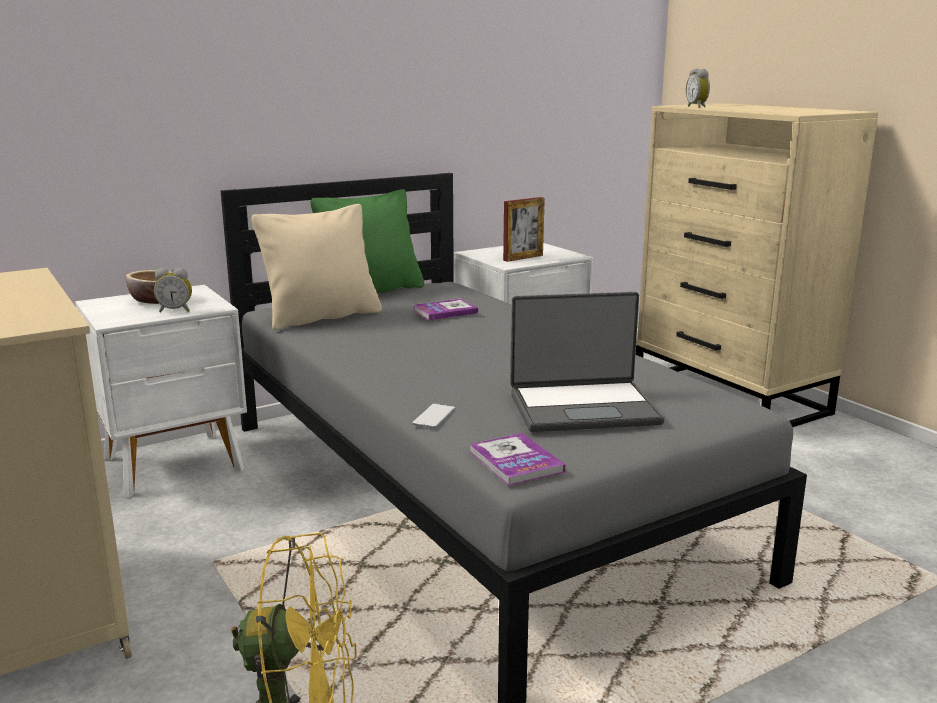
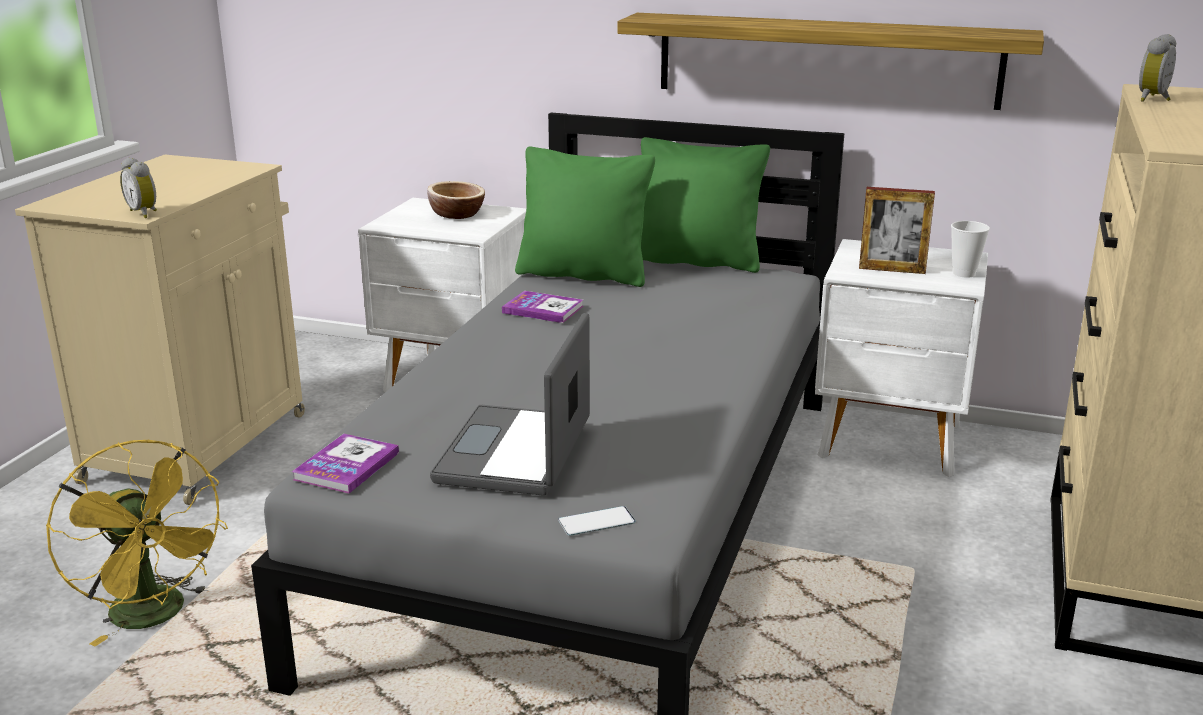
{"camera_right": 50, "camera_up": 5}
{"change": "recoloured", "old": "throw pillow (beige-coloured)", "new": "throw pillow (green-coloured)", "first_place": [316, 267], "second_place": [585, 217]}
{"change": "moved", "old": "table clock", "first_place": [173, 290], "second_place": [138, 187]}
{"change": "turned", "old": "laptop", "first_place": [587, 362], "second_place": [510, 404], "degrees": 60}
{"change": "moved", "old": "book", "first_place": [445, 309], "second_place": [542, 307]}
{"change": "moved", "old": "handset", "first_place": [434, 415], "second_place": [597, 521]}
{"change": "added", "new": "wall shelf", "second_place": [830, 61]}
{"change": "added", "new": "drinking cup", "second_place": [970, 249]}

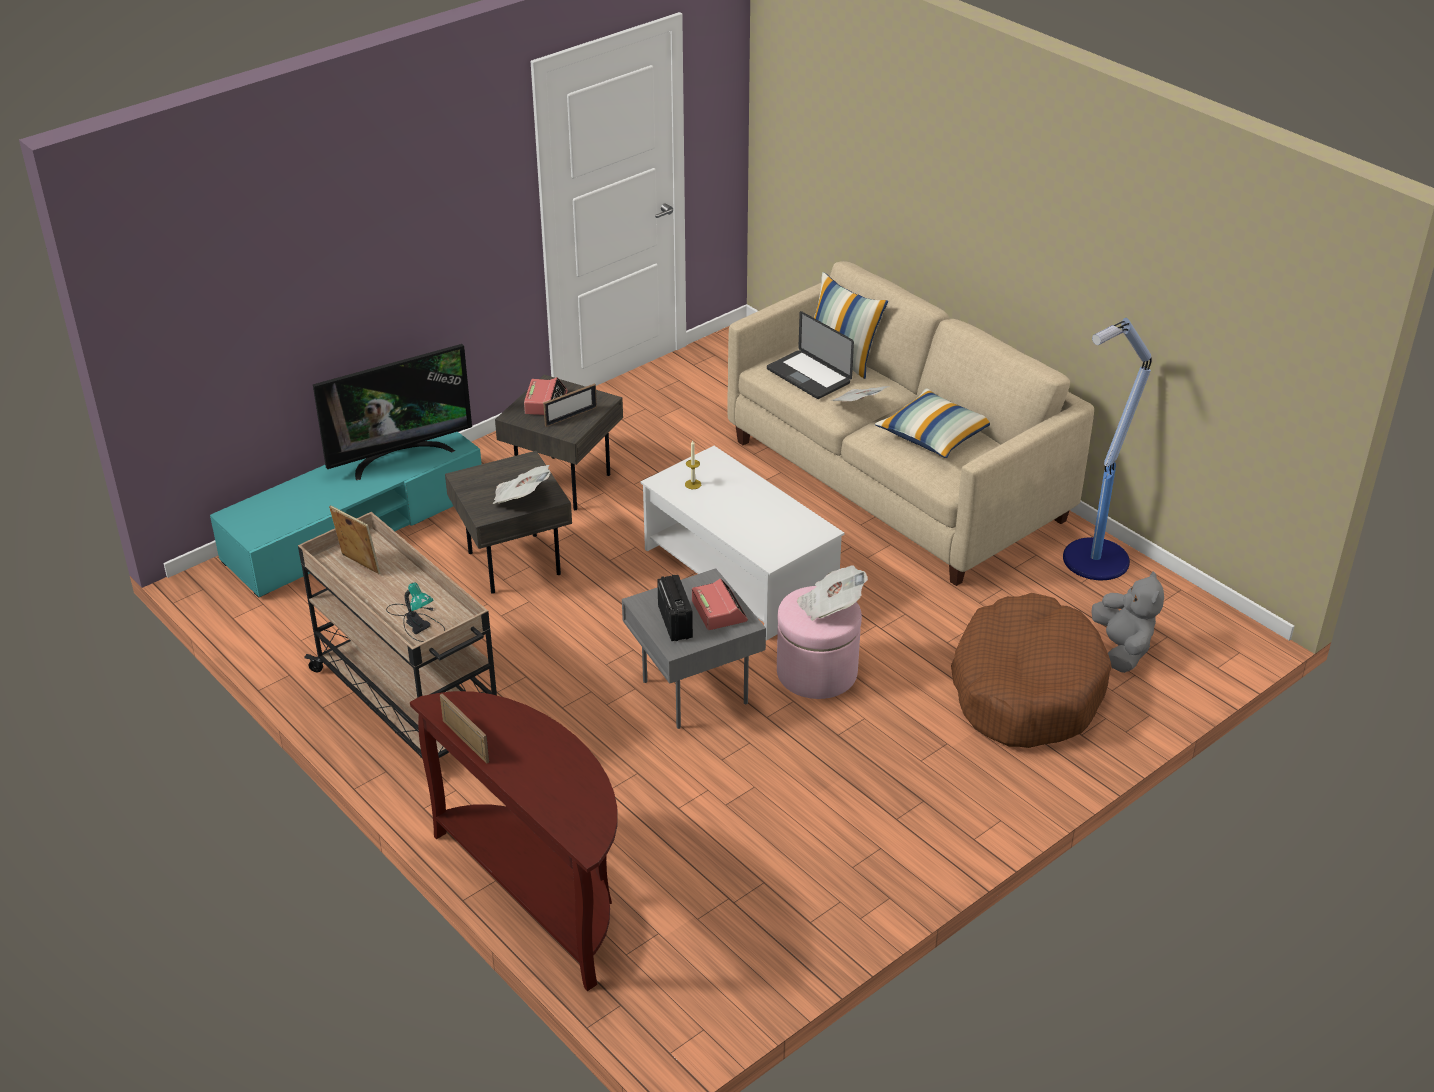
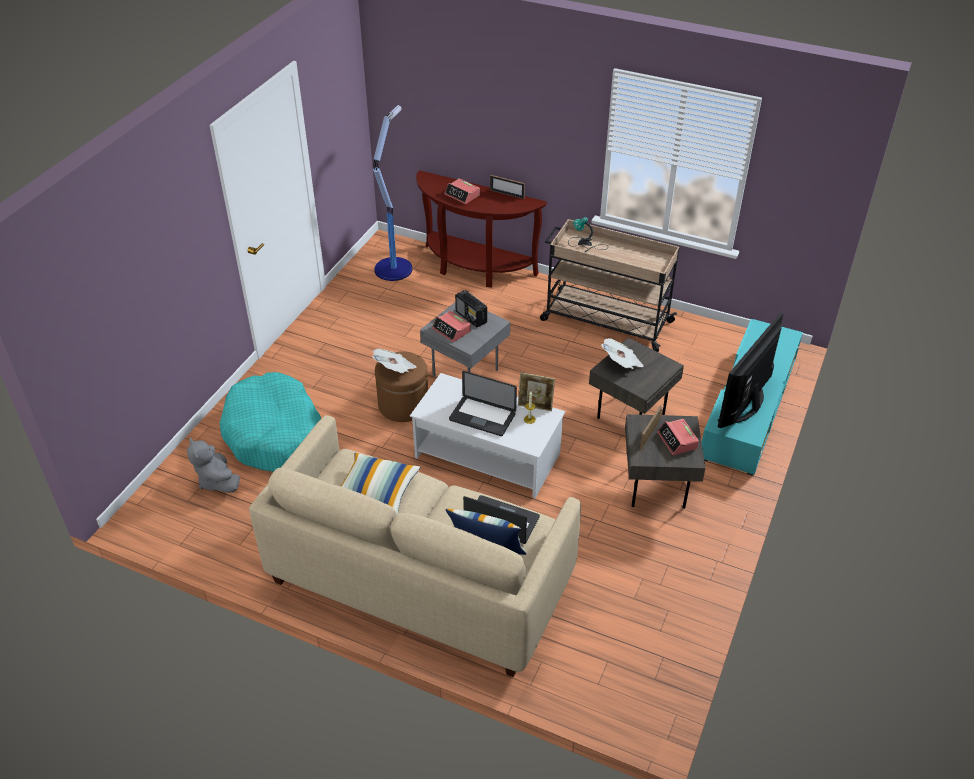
{"camera_right": 155, "camera_up": 5}
{"change": "moved", "old": "standing lamp", "first_place": [1107, 449], "second_place": [393, 193]}
{"change": "removed", "old": "printed paper", "first_place": [859, 394]}
{"change": "moved", "old": "photo frame", "first_place": [355, 539], "second_place": [536, 391]}
{"change": "recoloured", "old": "pouffe (pink)", "new": "pouffe (brown-coloured)", "first_place": [819, 642], "second_place": [401, 386]}
{"change": "recoloured", "old": "pet bed (brown-coloured)", "new": "pet bed (blue-green)", "first_place": [1031, 670], "second_place": [270, 422]}
{"change": "added", "new": "table clock", "second_place": [462, 191]}
{"change": "added", "new": "laptop", "second_place": [483, 403]}

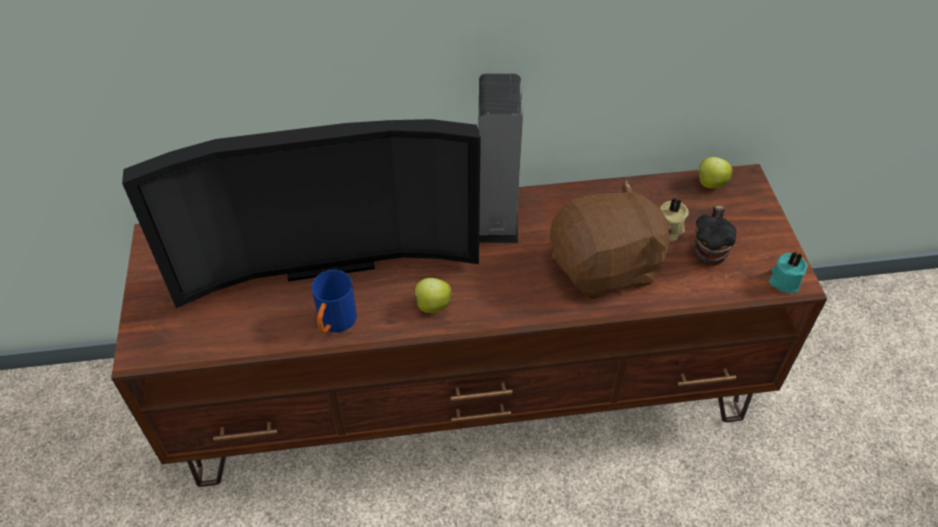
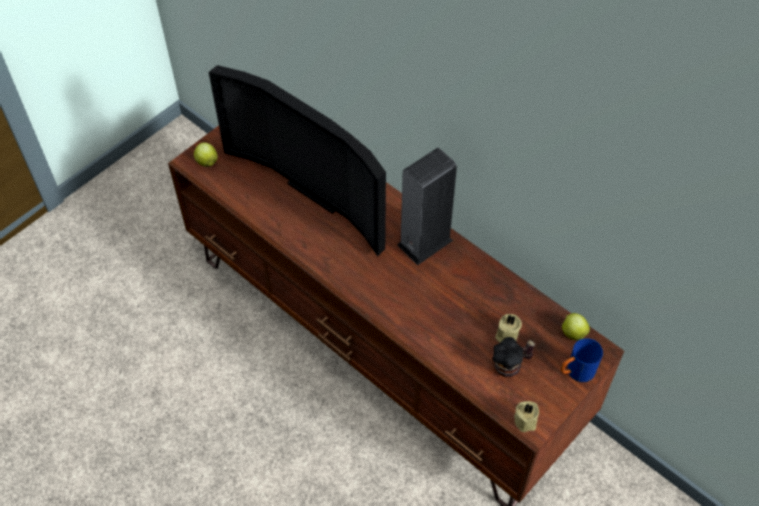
{"camera_right": 50, "camera_up": 5}
{"change": "removed", "old": "plush toy (brown-coloured)", "first_place": [611, 239]}
{"change": "recoloured", "old": "wax light (blue-green)", "new": "wax light (beige-coloured)", "first_place": [788, 272], "second_place": [526, 416]}
{"change": "moved", "old": "mug (blue-coloured)", "first_place": [334, 301], "second_place": [581, 360]}
{"change": "moved", "old": "whole apple", "first_place": [431, 295], "second_place": [206, 154]}

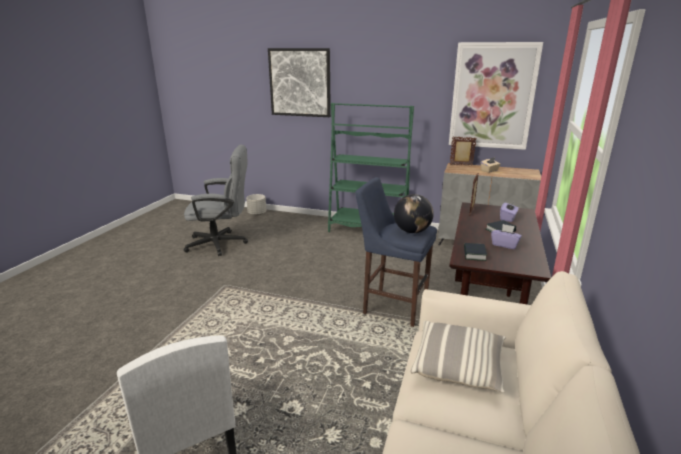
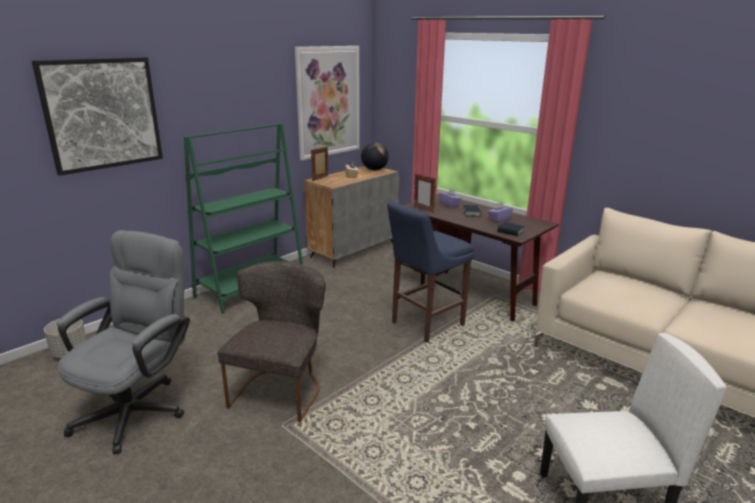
{"camera_right": -65, "camera_up": 0}
{"change": "moved", "old": "globe", "first_place": [414, 213], "second_place": [375, 156]}
{"change": "removed", "old": "throw pillow", "first_place": [458, 357]}
{"change": "added", "new": "chair (grey)", "second_place": [271, 341]}

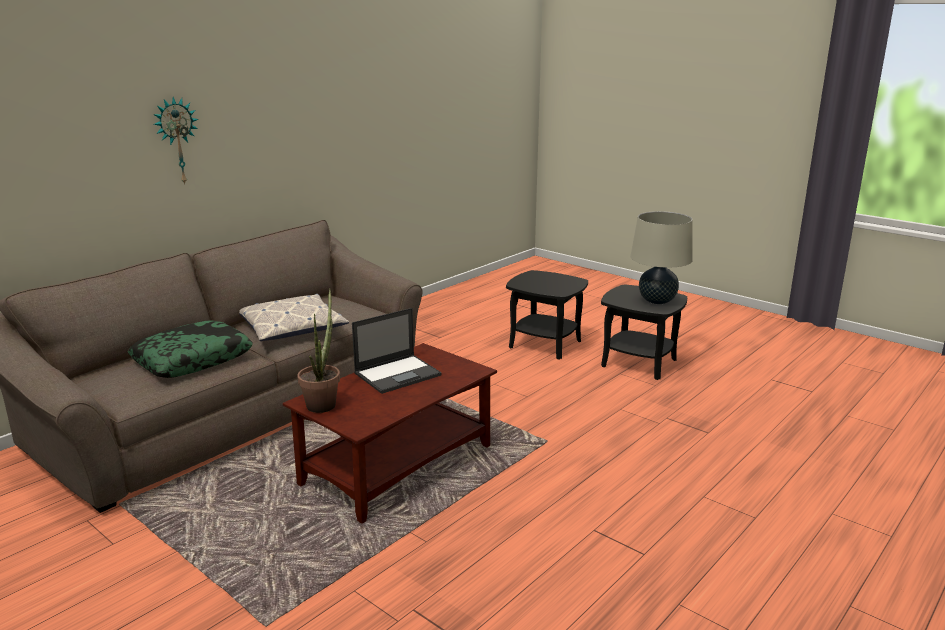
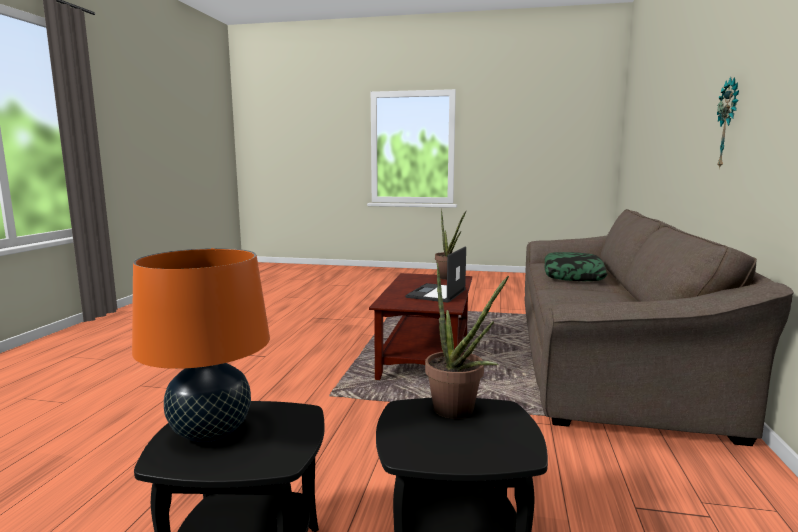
{"camera_right": 150, "camera_up": -10}
{"change": "recoloured", "old": "tabletop lamp (beige-coloured)", "new": "tabletop lamp (orange-coloured)", "first_place": [661, 257], "second_place": [201, 345]}
{"change": "removed", "old": "throw pillow", "first_place": [294, 317]}
{"change": "added", "new": "plant in a pot", "second_place": [467, 341]}

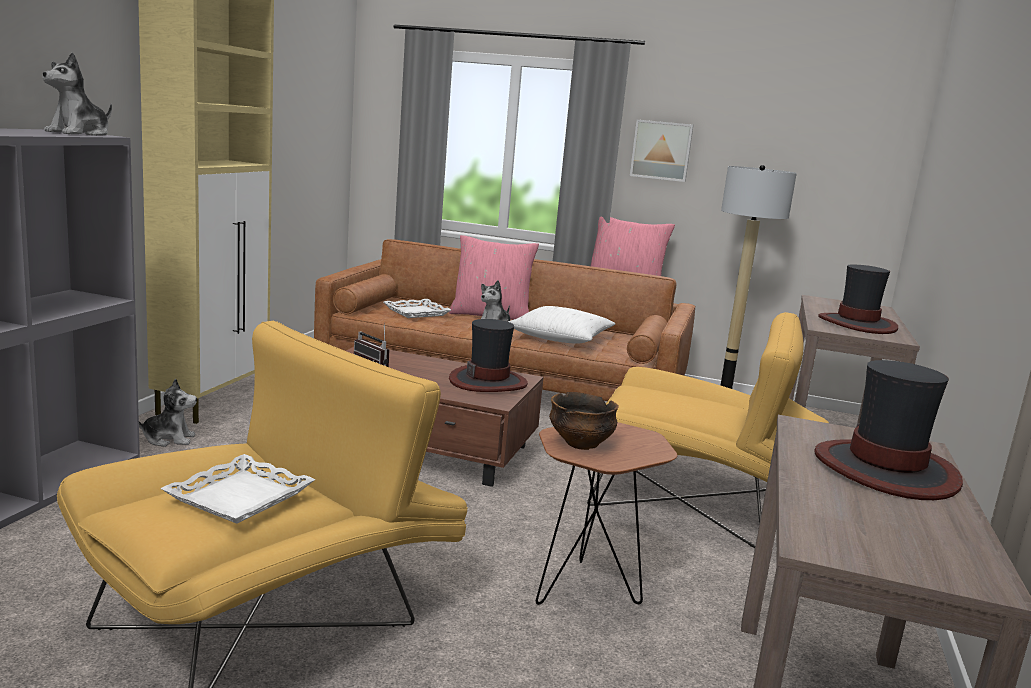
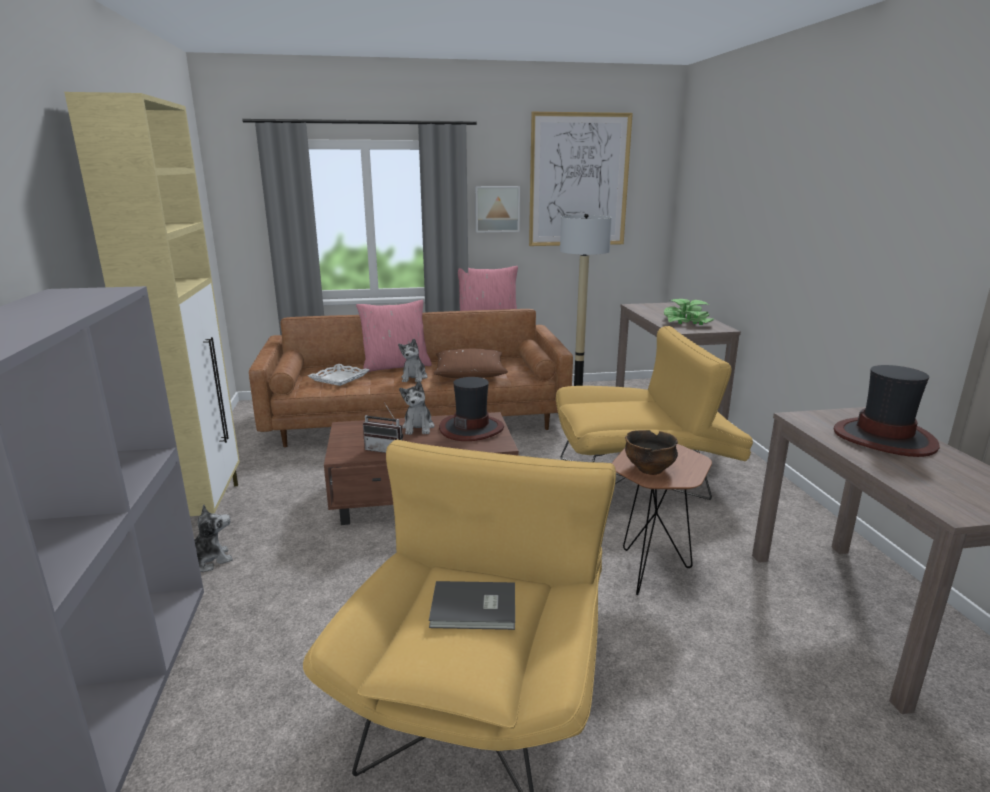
{"camera_right": -25, "camera_up": 5}
{"change": "moved", "old": "plush toy", "first_place": [77, 94], "second_place": [417, 408]}
{"change": "replaced", "old": "hat", "new": "plant in a pot", "first_place": [858, 299], "second_place": [689, 312]}
{"change": "recoloured", "old": "throw pillow (whitish)", "new": "throw pillow (brown-coloured)", "first_place": [561, 325], "second_place": [470, 363]}
{"change": "replaced", "old": "tray (whitish)", "new": "book (grey)", "first_place": [238, 489], "second_place": [472, 605]}
{"change": "added", "new": "picture", "second_place": [581, 179]}

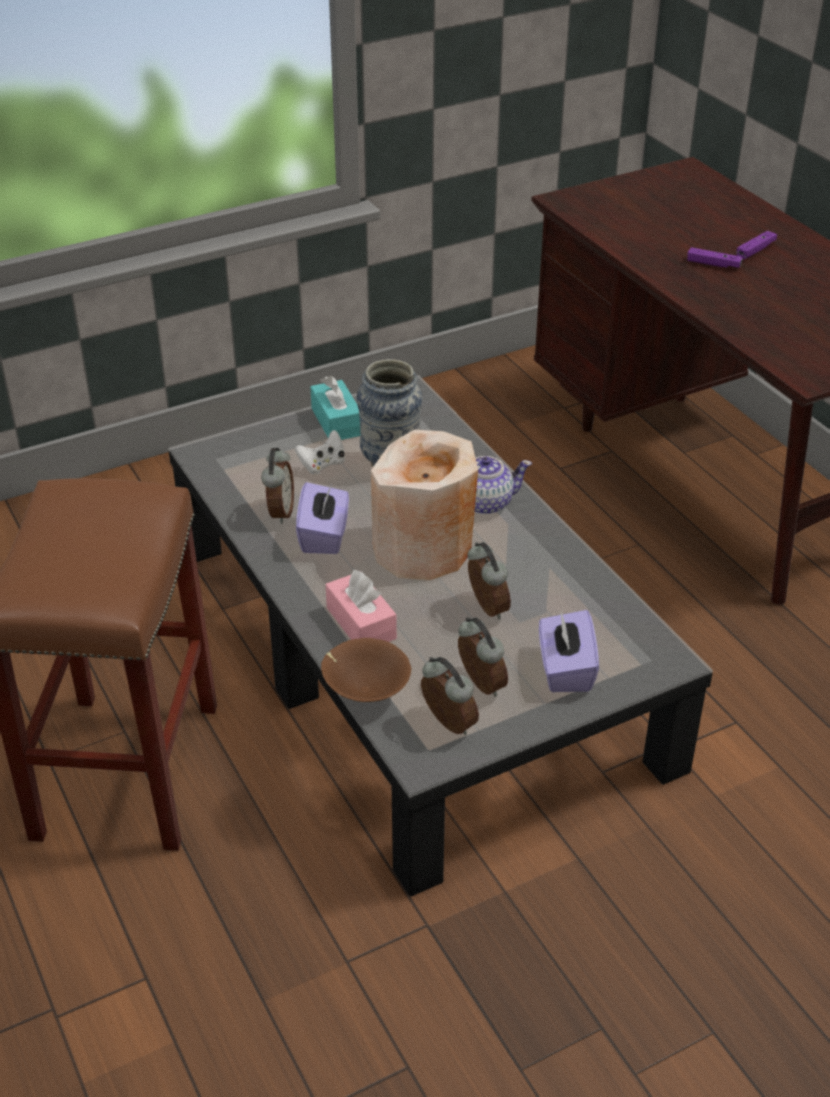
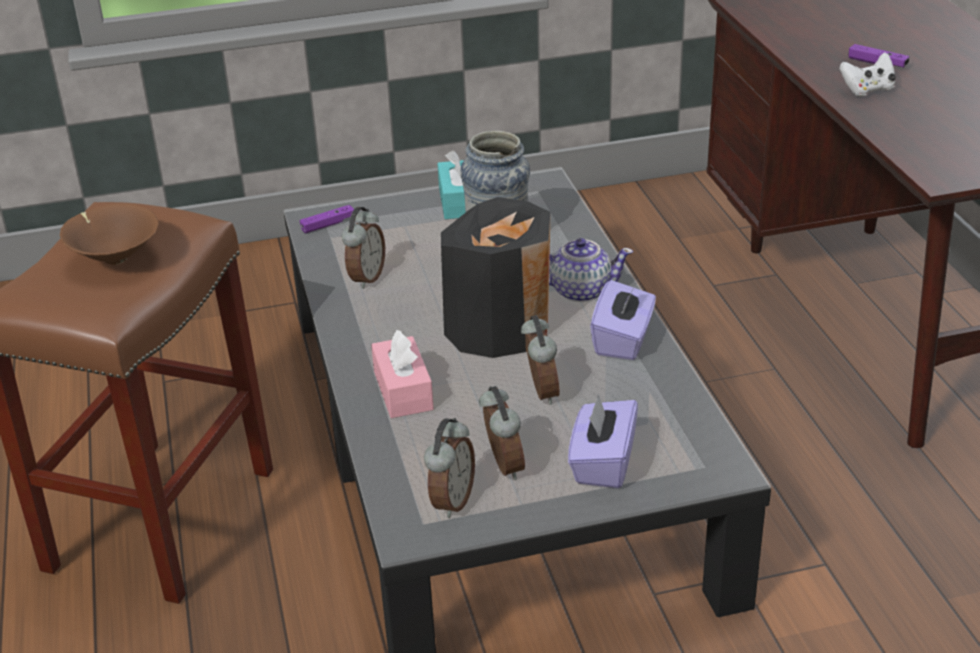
{"camera_right": 15, "camera_up": -5}
{"change": "moved", "old": "gamepad (purplish)", "first_place": [756, 245], "second_place": [327, 219]}
{"change": "moved", "old": "gamepad (whitish)", "first_place": [320, 452], "second_place": [867, 74]}
{"change": "recoloured", "old": "flower vase (beige-coloured)", "new": "flower vase (black-coloured)", "first_place": [424, 505], "second_place": [496, 277]}
{"change": "moved", "old": "tissue box (purplish)", "first_place": [322, 517], "second_place": [623, 320]}
{"change": "moved", "old": "serving bowl (brown-coloured)", "first_place": [366, 670], "second_place": [109, 234]}
{"change": "turned", "old": "table clock", "first_place": [450, 696], "second_place": [449, 468], "degrees": 45}

